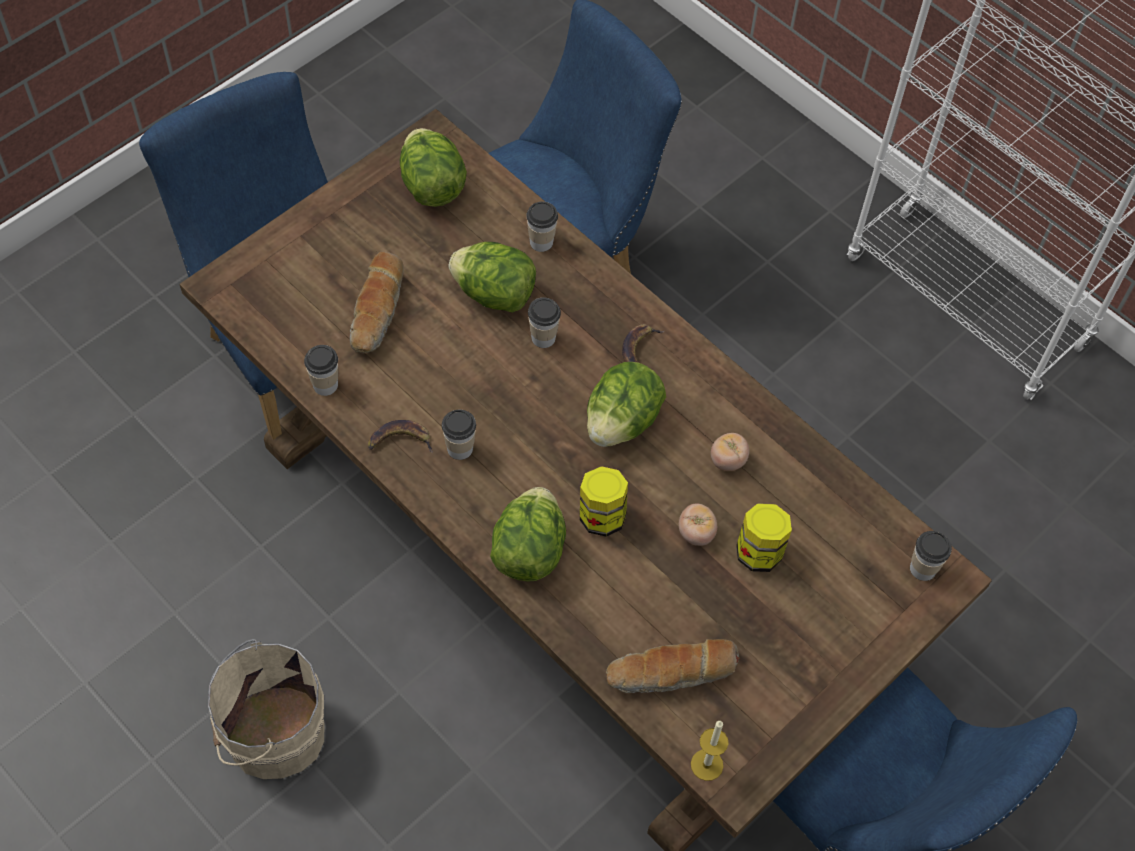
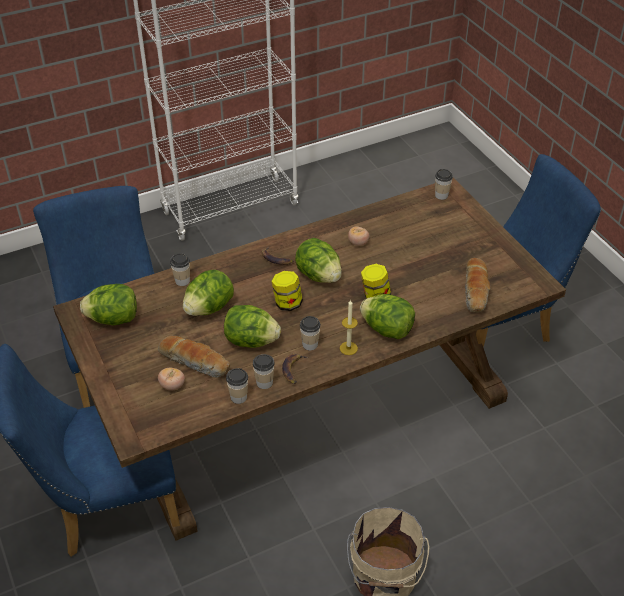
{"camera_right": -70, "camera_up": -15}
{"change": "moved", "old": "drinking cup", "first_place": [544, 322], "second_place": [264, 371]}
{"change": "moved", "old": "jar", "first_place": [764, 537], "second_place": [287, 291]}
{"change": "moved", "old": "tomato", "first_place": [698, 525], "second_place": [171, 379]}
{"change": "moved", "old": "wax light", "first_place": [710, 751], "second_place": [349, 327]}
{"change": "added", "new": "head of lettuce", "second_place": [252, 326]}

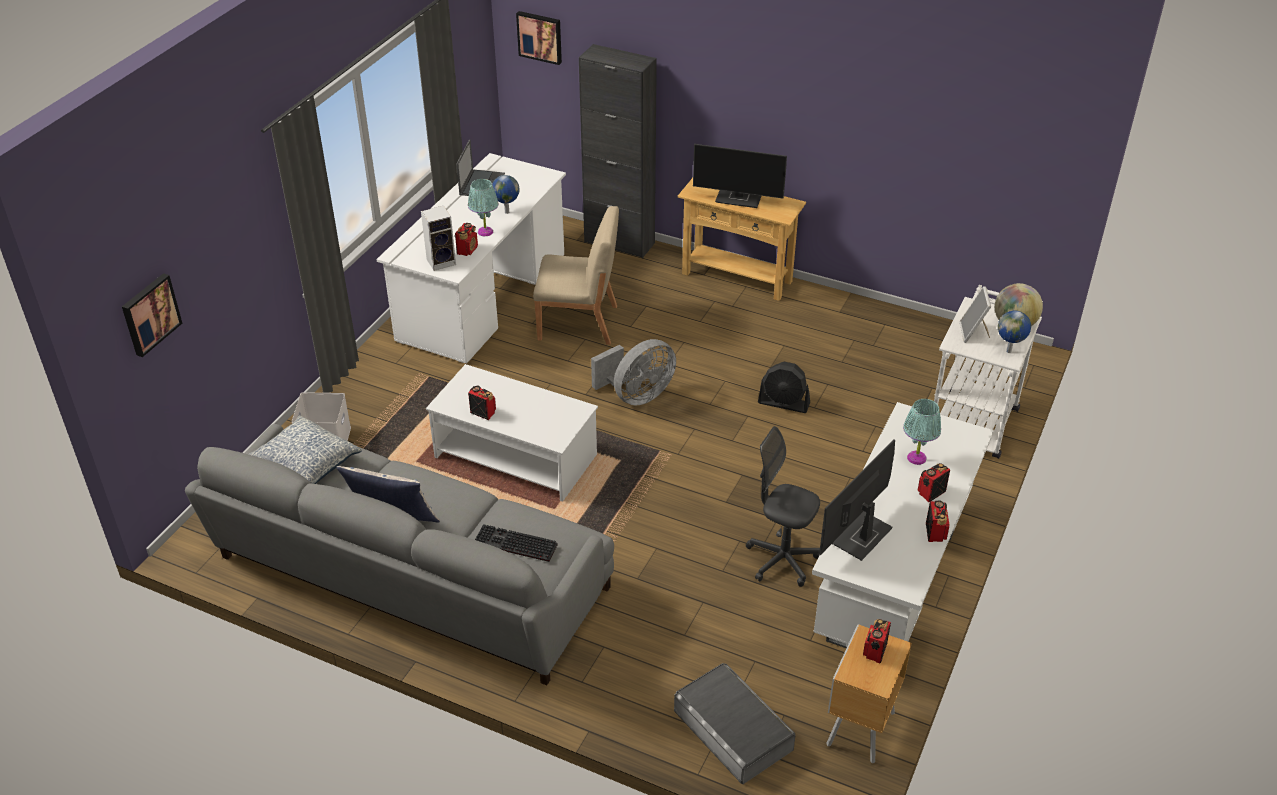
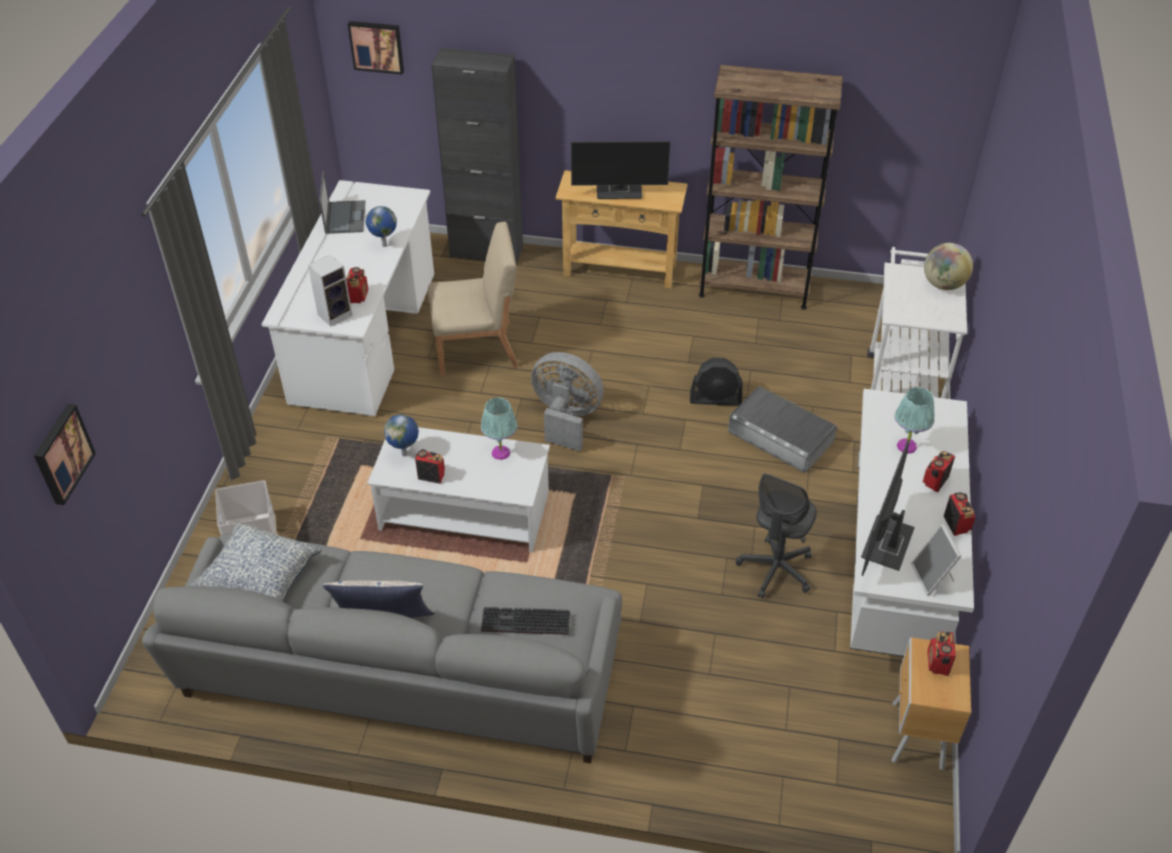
{"camera_right": -15, "camera_up": 5}
{"change": "moved", "old": "tabletop lamp (blue-green)", "first_place": [483, 208], "second_place": [499, 428]}
{"change": "moved", "old": "photo frame", "first_place": [975, 314], "second_place": [936, 560]}
{"change": "moved", "old": "globe", "first_place": [1014, 332], "second_place": [401, 435]}
{"change": "turned", "old": "fan (grey)", "first_place": [633, 372], "second_place": [567, 401], "degrees": -105}
{"change": "turned", "old": "desk chair (grey)", "first_place": [783, 506], "second_place": [776, 536], "degrees": -75}
{"change": "moved", "old": "storage container (grey)", "first_place": [735, 723], "second_place": [782, 429]}
{"change": "added", "new": "bookshelf (brown-coloured)", "second_place": [771, 187]}

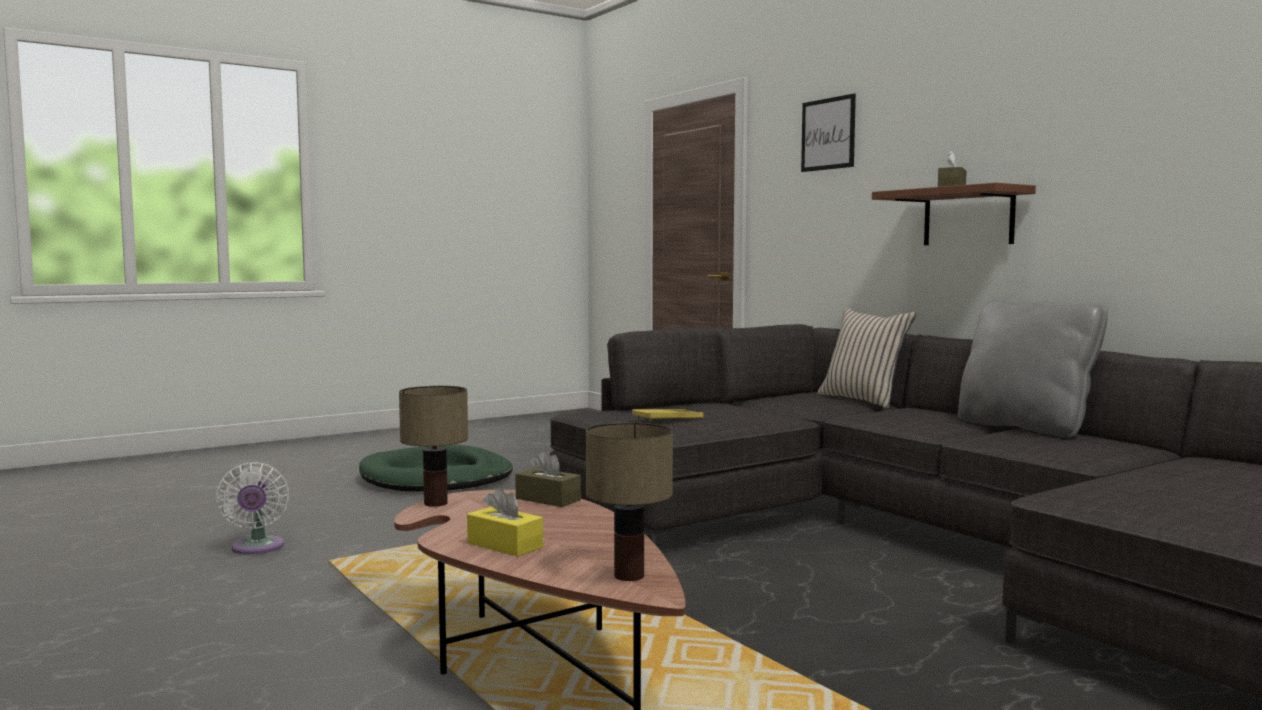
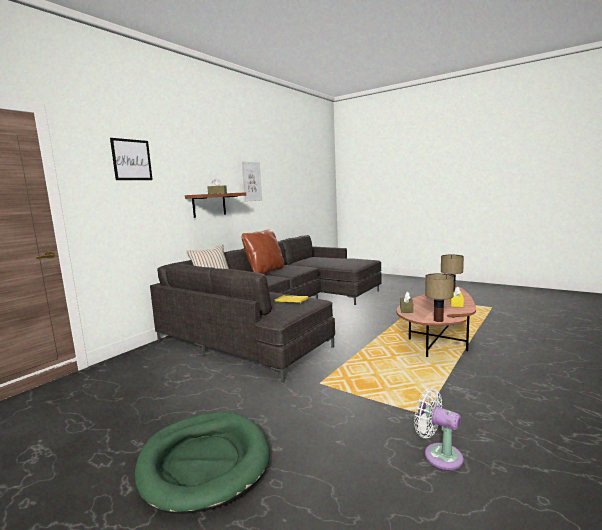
{"camera_right": -110, "camera_up": 5}
{"change": "recoloured", "old": "throw pillow (grey)", "new": "throw pillow (brown-coloured)", "first_place": [1033, 368], "second_place": [263, 251]}
{"change": "turned", "old": "fan (whitish)", "first_place": [252, 508], "second_place": [438, 429], "degrees": -105}
{"change": "added", "new": "picture", "second_place": [251, 181]}

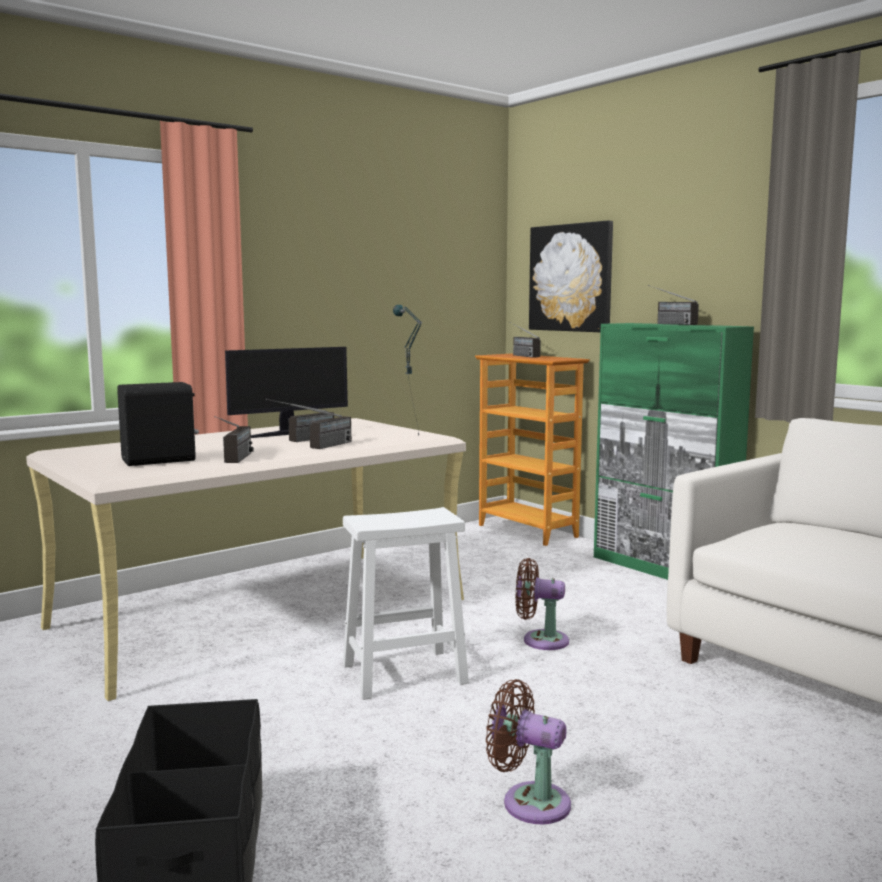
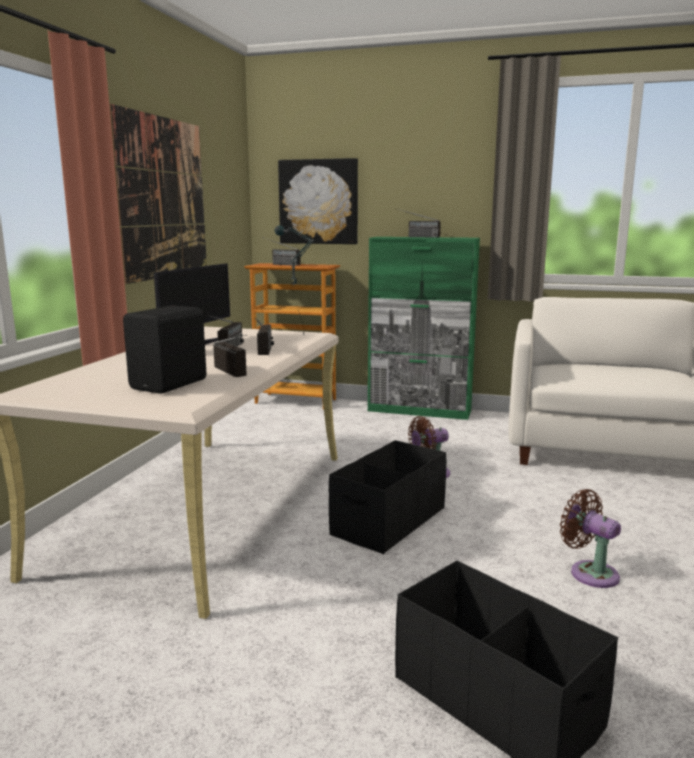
{"camera_right": -35, "camera_up": 5}
{"change": "replaced", "old": "stool (whitish)", "new": "storage container (black-coloured)", "first_place": [406, 604], "second_place": [387, 497]}
{"change": "turned", "old": "fan (brown-coloured)", "first_place": [528, 751], "second_place": [590, 538], "degrees": 60}
{"change": "added", "new": "picture", "second_place": [158, 194]}

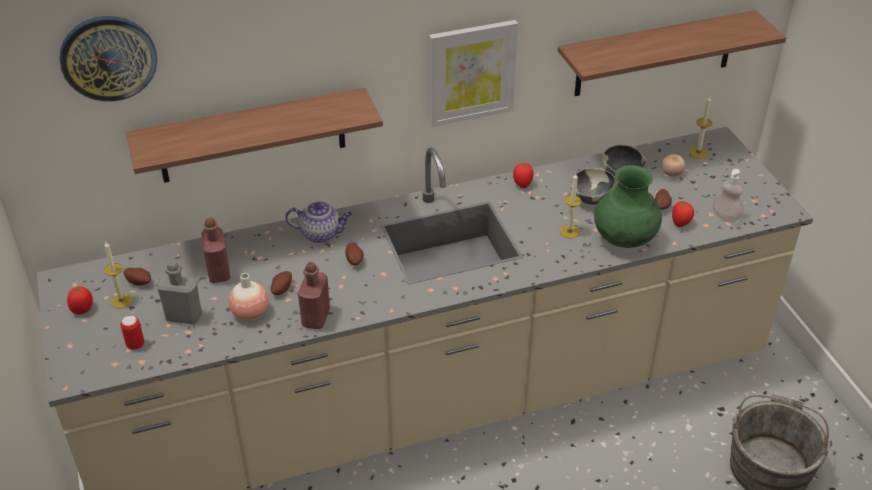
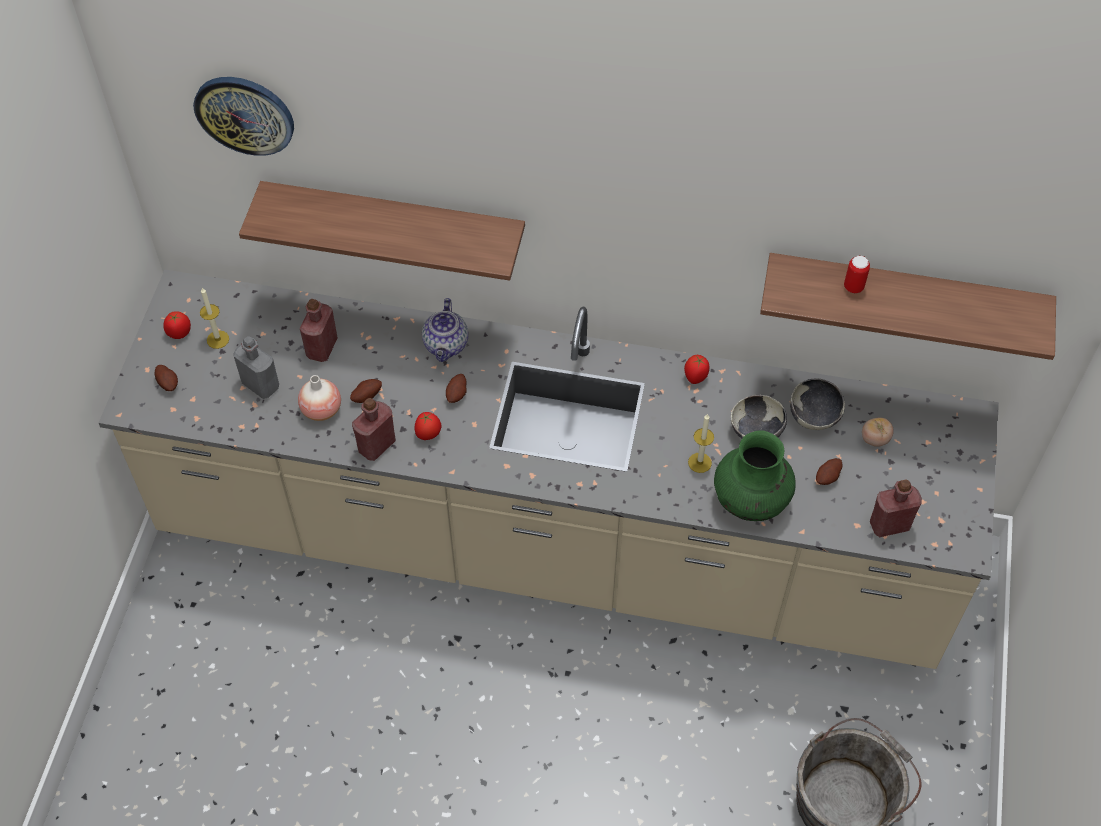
{"camera_right": 30, "camera_up": 15}
{"change": "removed", "old": "picture", "first_place": [473, 73]}
{"change": "removed", "old": "wax light", "first_place": [700, 127]}
{"change": "replaced", "old": "soap bottle", "new": "bottle (red-coloured)", "first_place": [728, 195], "second_place": [896, 508]}
{"change": "turned", "old": "teapot", "first_place": [318, 222], "second_place": [445, 330], "degrees": 60}
{"change": "moved", "old": "tomato", "first_place": [683, 214], "second_place": [427, 426]}
{"change": "moved", "old": "potato", "first_place": [137, 277], "second_place": [166, 378]}
{"change": "moved", "old": "sealed can", "first_place": [132, 332], "second_place": [857, 274]}

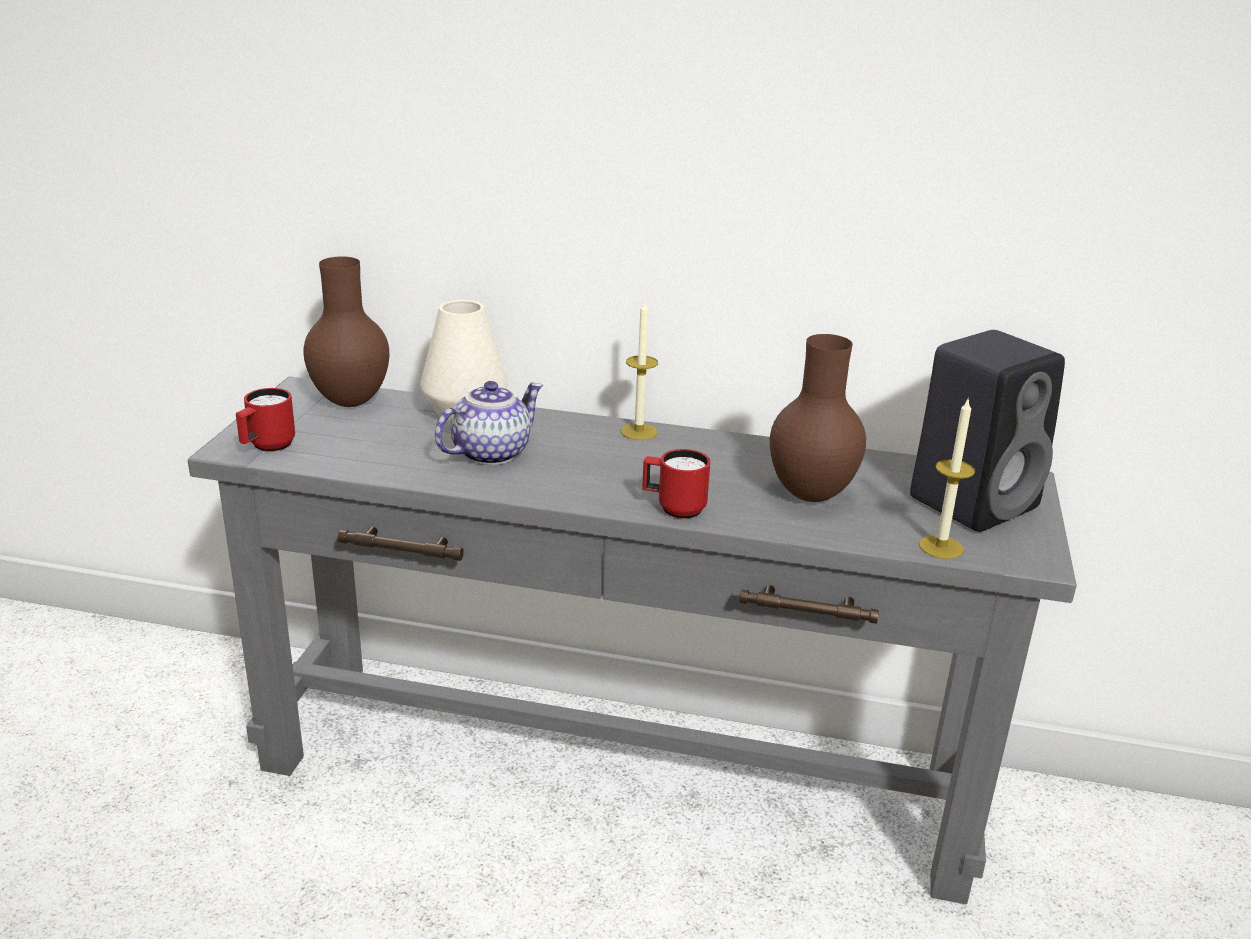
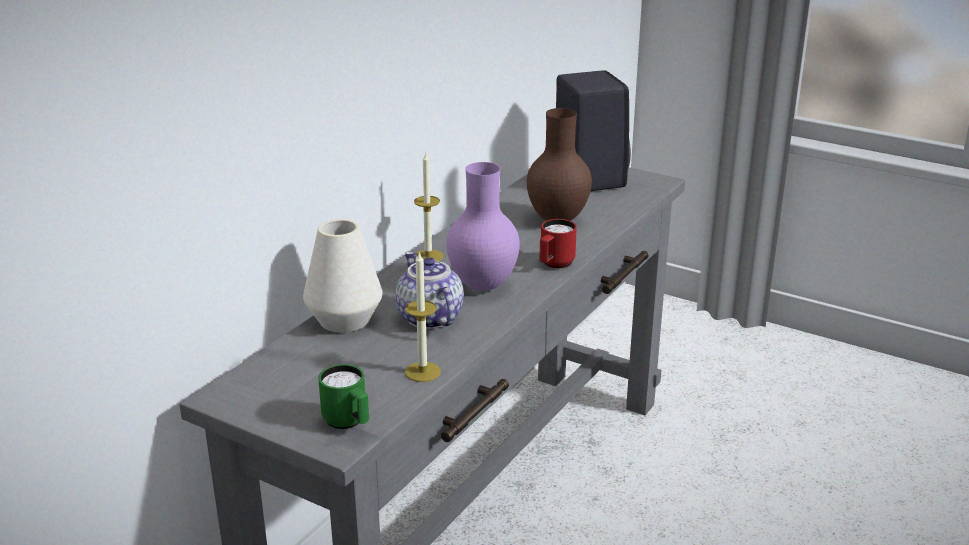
{"camera_right": -70, "camera_up": 0}
{"change": "removed", "old": "flower vase (brown-coloured)", "first_place": [346, 331]}
{"change": "recoloured", "old": "mug (red-coloured)", "new": "mug (green-coloured)", "first_place": [265, 420], "second_place": [343, 396]}
{"change": "moved", "old": "wax light", "first_place": [947, 479], "second_place": [423, 317]}
{"change": "added", "new": "flower vase (purplish)", "second_place": [483, 226]}

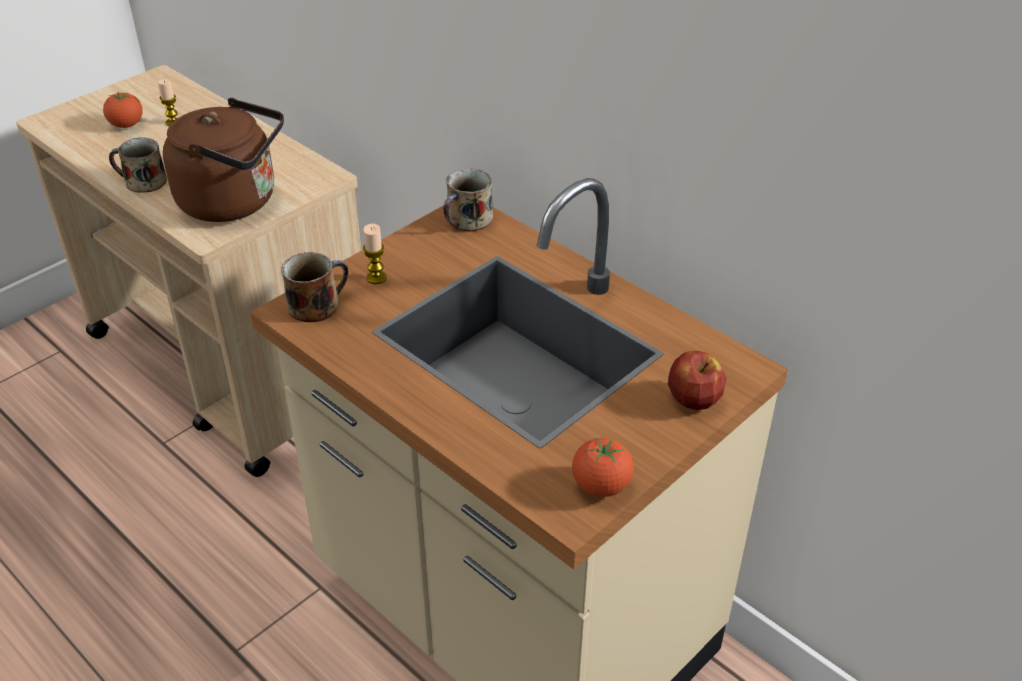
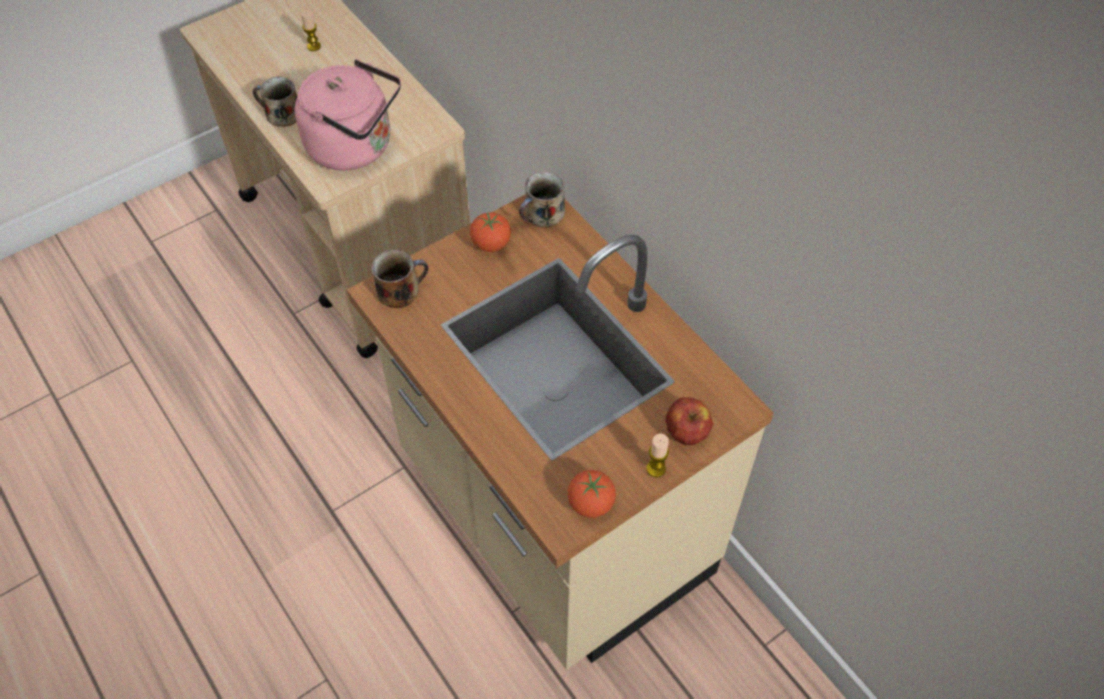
{"camera_right": 10, "camera_up": 15}
{"change": "moved", "old": "tomato", "first_place": [123, 110], "second_place": [490, 232]}
{"change": "recoloured", "old": "tea kettle (brown-coloured)", "new": "tea kettle (pink)", "first_place": [223, 160], "second_place": [348, 115]}
{"change": "moved", "old": "wax light", "first_place": [375, 254], "second_place": [658, 456]}

